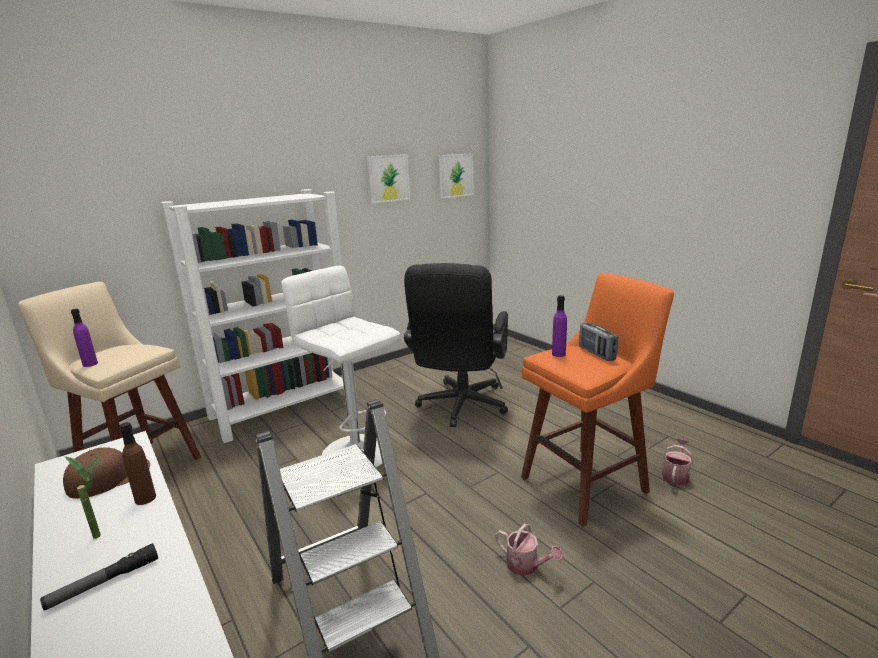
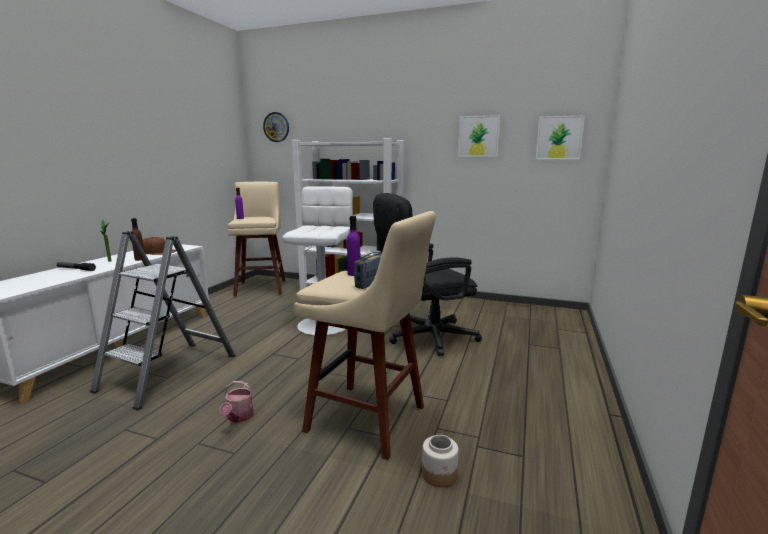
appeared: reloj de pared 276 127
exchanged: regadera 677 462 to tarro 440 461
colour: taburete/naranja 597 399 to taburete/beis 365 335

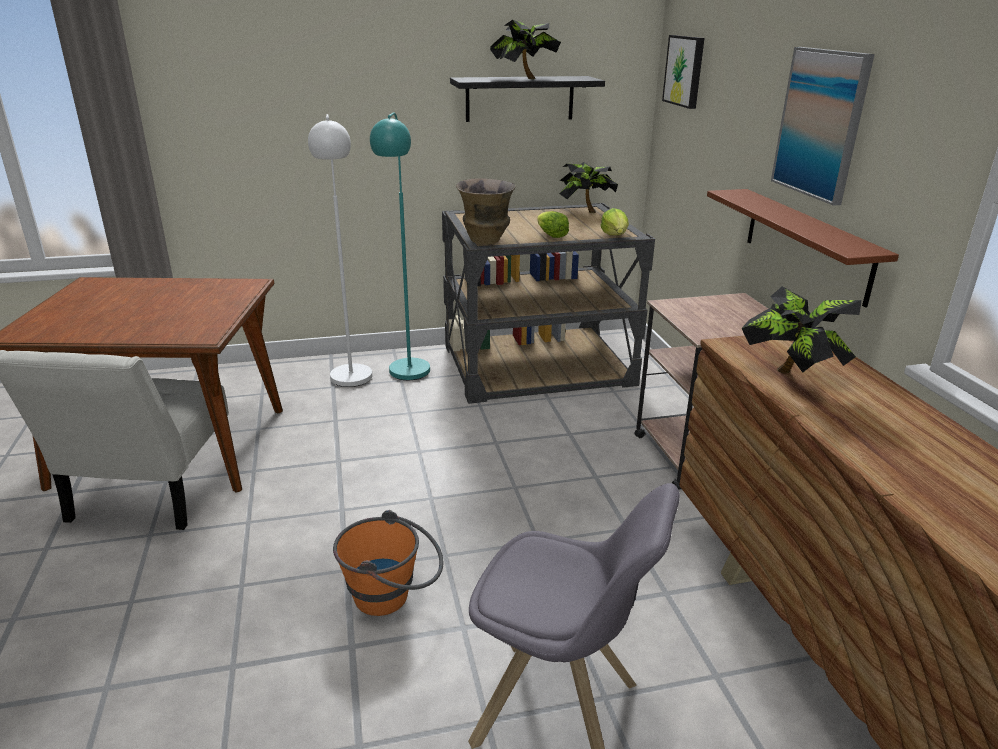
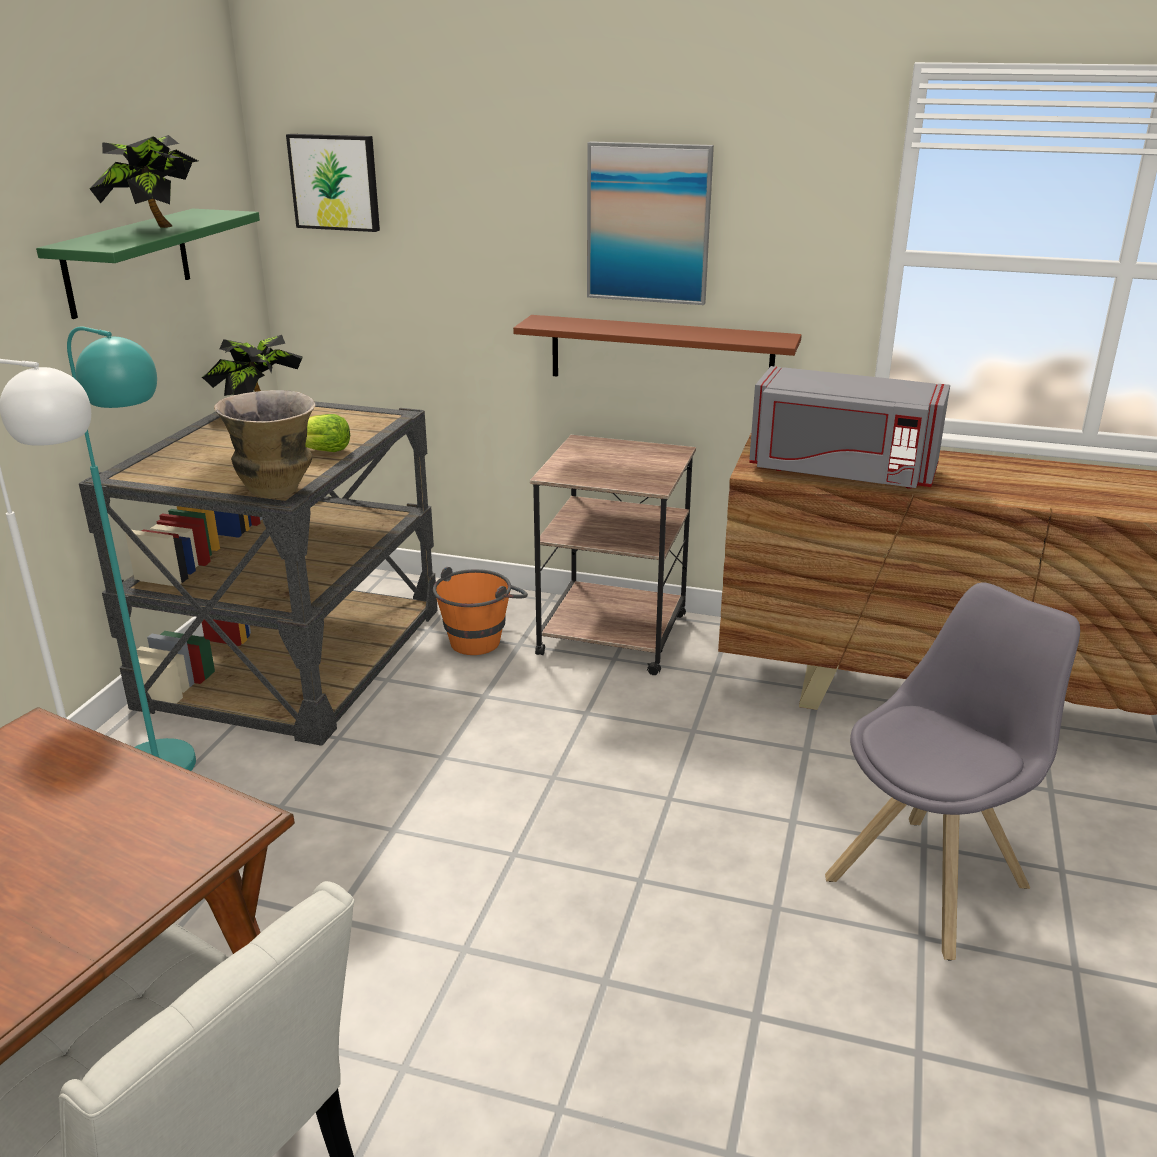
missing: lechuga 615 221
relocated: cubo/naranja 388 563 to 480 611
exchanged: planta en maceta 802 330 to microondas/gris 849 427
colour: estante/negro 527 99 to estante/verde 148 264

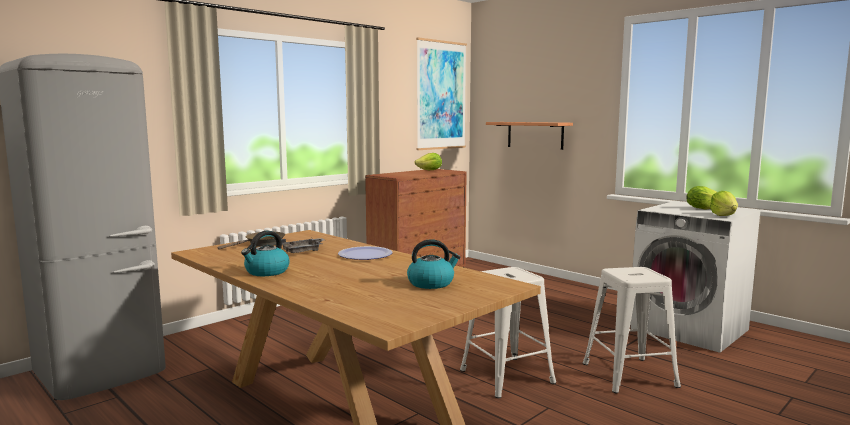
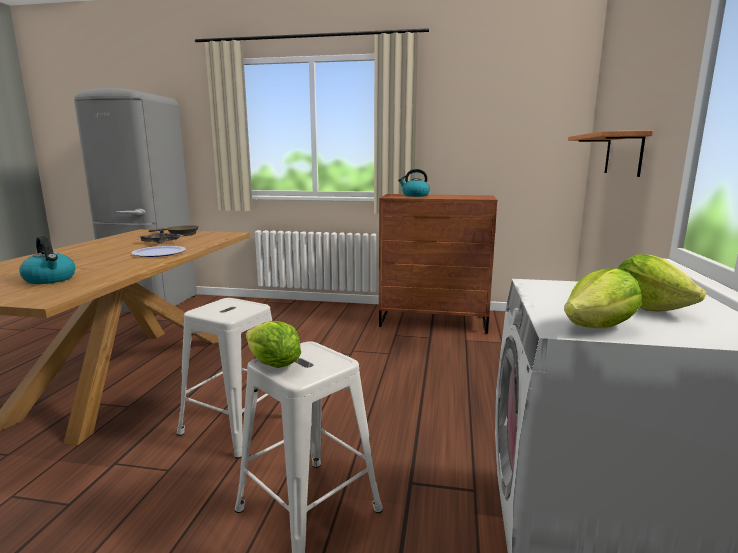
missing: cuadro 441 93
relocated: lechuga 428 161 to 273 344; hervidor 265 253 to 414 183

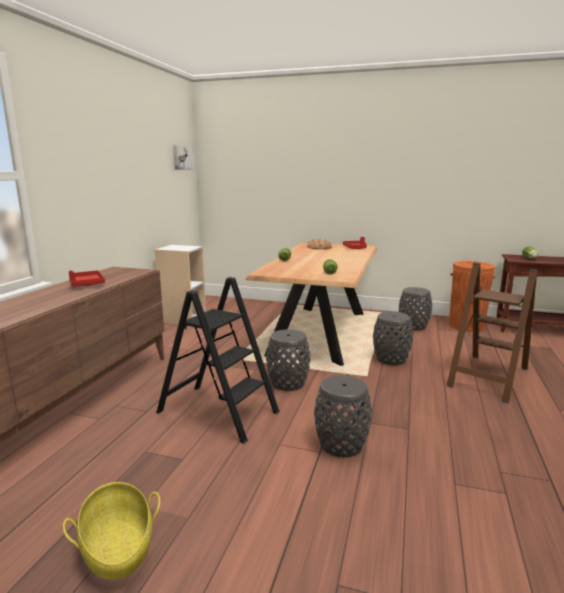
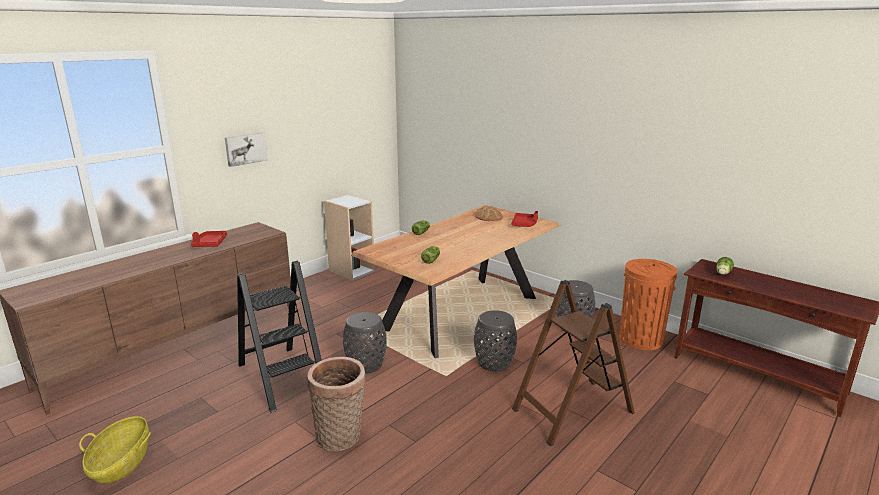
relocated: cuadro 183 157 to 246 149
exchanged: taburete/gris 343 416 to cesta 336 404

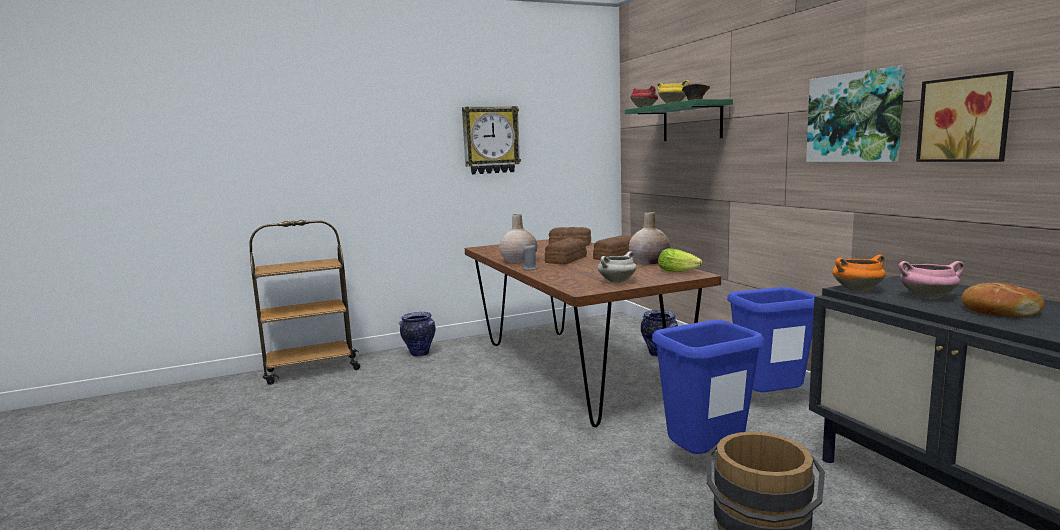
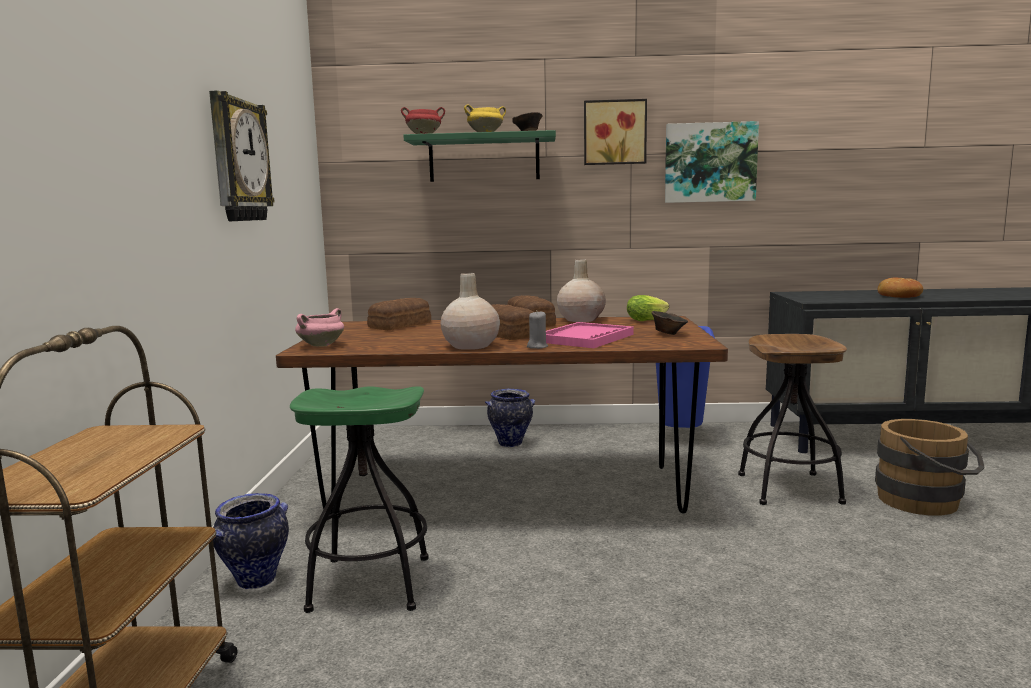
missing: olla/naranja 859 273
appeared: taburete/verde 359 499; bandeja/rosa 590 335
relocated: olla/rosa 931 280 to 319 327; cuadro 965 116 to 615 132
exchanged: olla/blanco 617 267 to cuenco/marrón 669 323; papelera/azul 708 387 to taburete/marrón 792 419

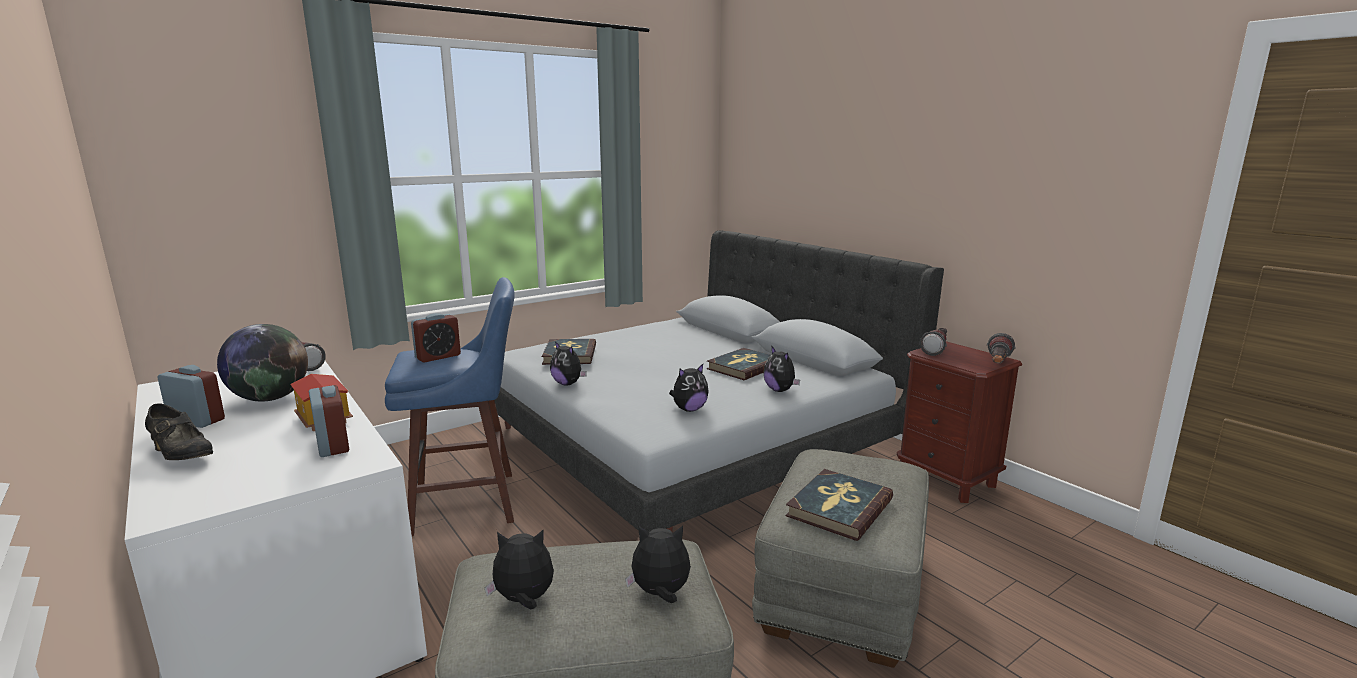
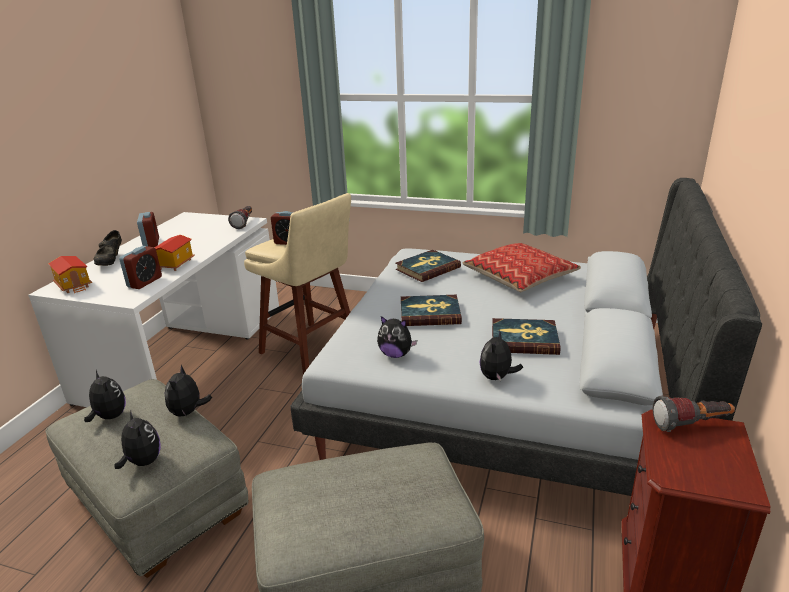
missing: globo terráqueo 262 363; linterna 1001 348
appeared: casita 70 274; cojín 522 267
relocated: peluche 568 363 to 188 391; libro 839 505 to 431 310
colour: taburete/azul 449 406 to taburete/beis 297 284

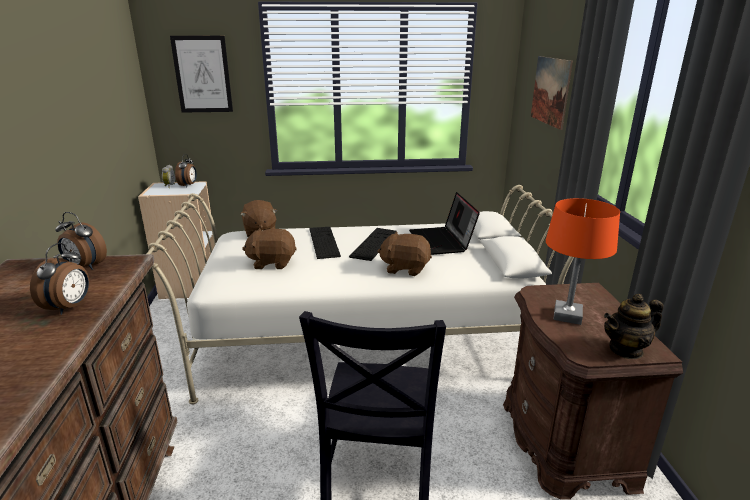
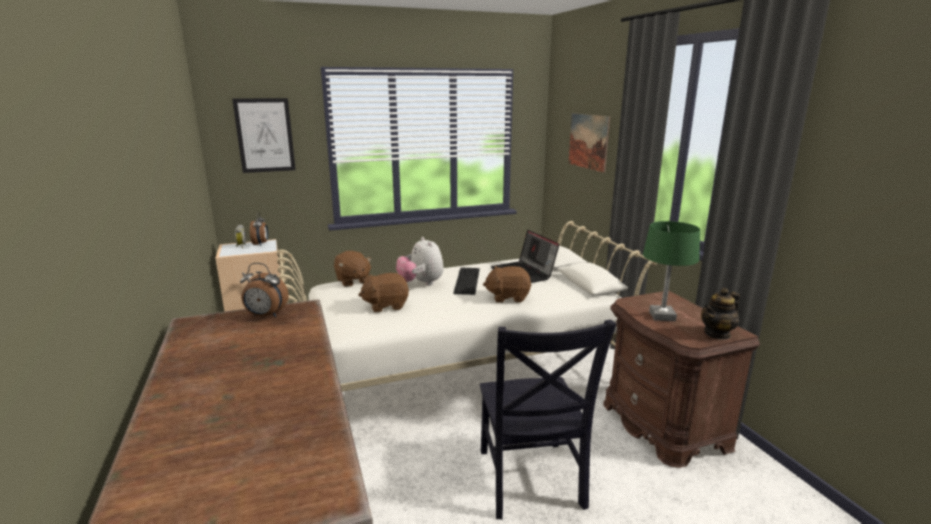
missing: despertador 59 279
exchanged: teclado 325 243 to peluche 420 261
colour: lámpara de mesa/naranja 583 261 to lámpara de mesa/verde 671 271

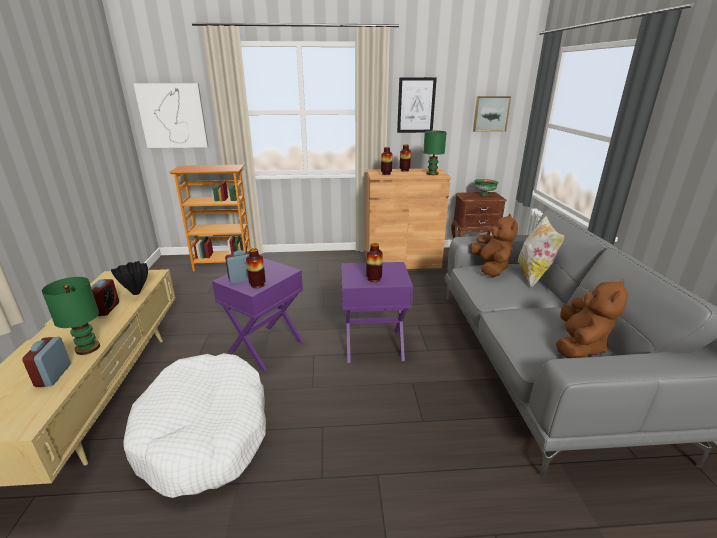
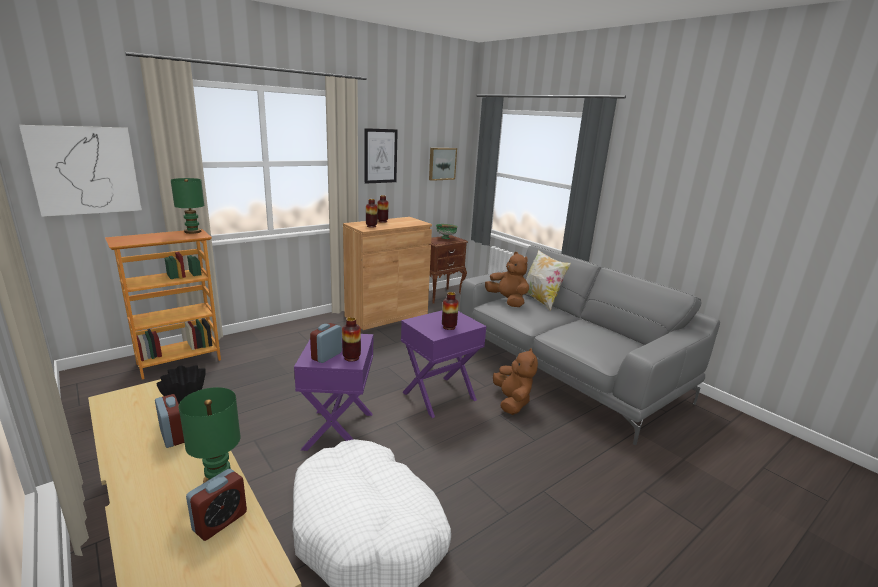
relocated: lámpara de mesa/verde 435 152 to 187 206; peluche/marrón 592 318 to 515 381
spun: despertador 46 362 = 216 505 105 degrees counterclockwise

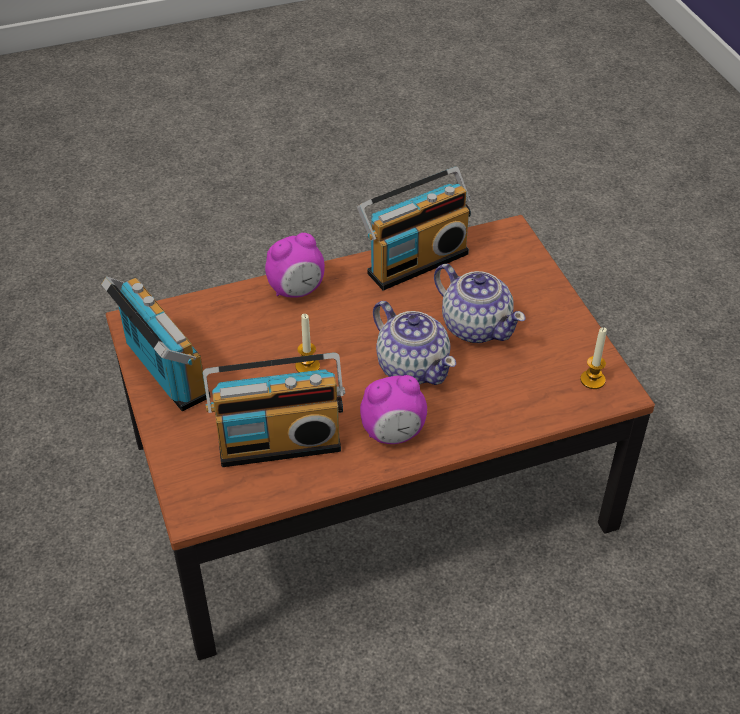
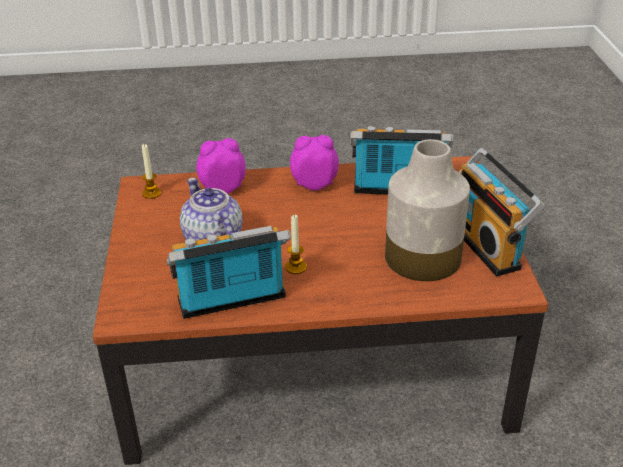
missing: tetera 414 343
appeared: florero/beis 427 210
relocated: despertador 295 265 to 221 166; vela 307 343 to 296 244

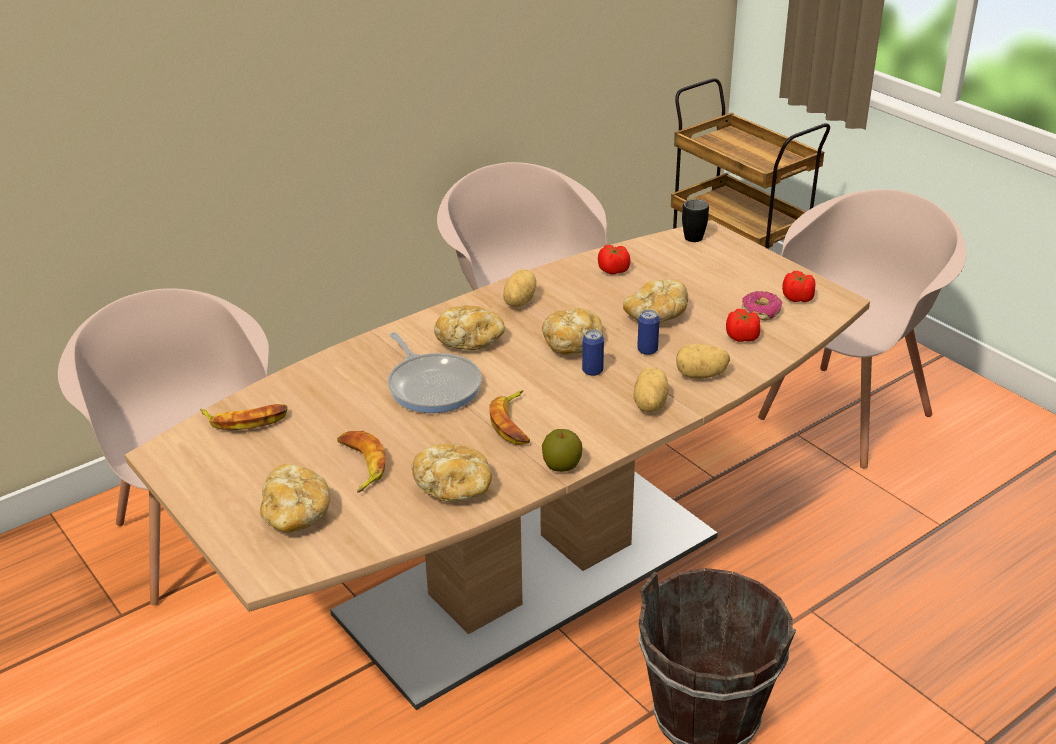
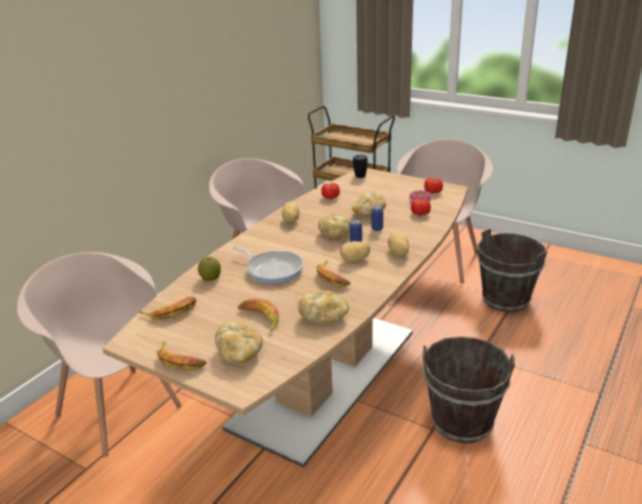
missing: pan 469 327
appeared: plátano 181 355; cubo/marrón 512 270
relocated: manzana 562 450 to 209 269; patata 703 361 to 355 252

